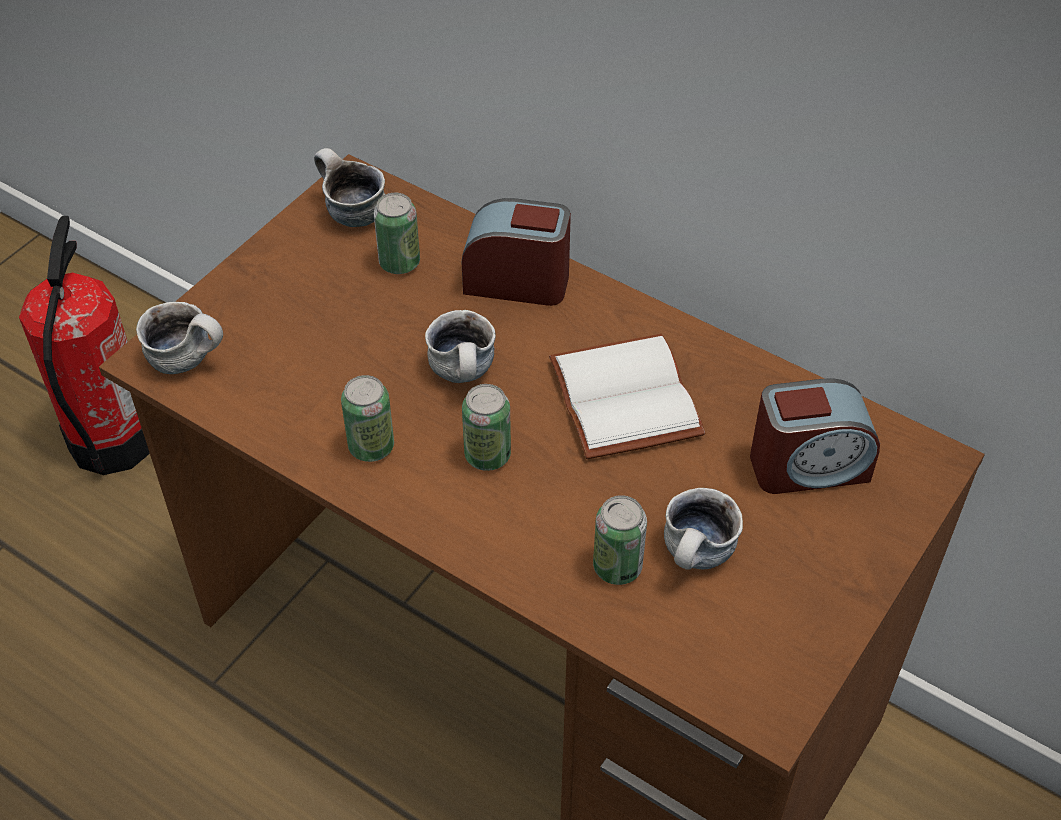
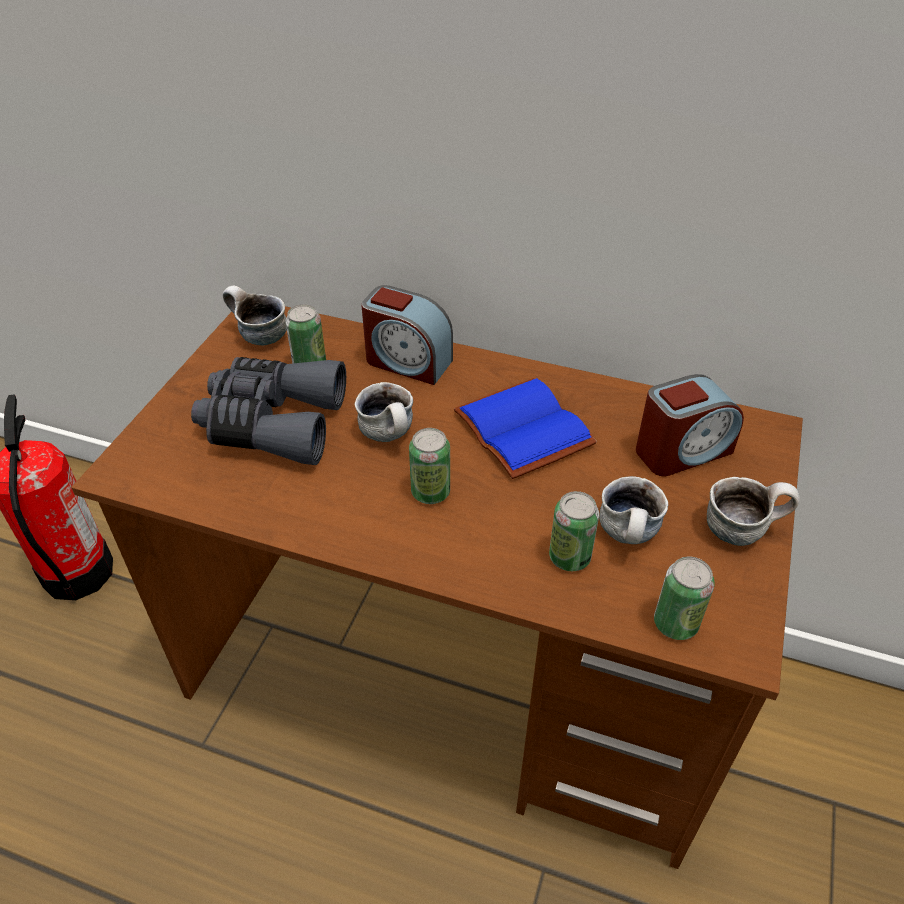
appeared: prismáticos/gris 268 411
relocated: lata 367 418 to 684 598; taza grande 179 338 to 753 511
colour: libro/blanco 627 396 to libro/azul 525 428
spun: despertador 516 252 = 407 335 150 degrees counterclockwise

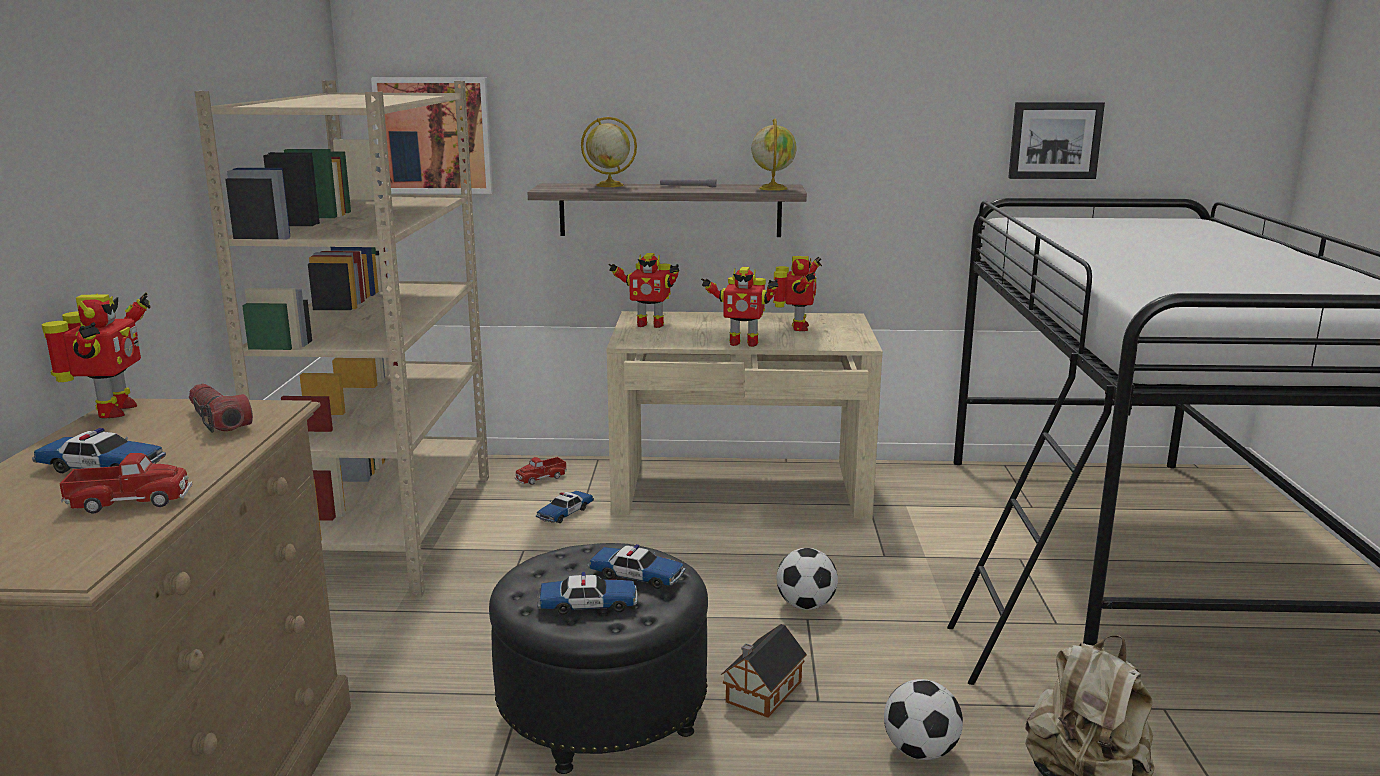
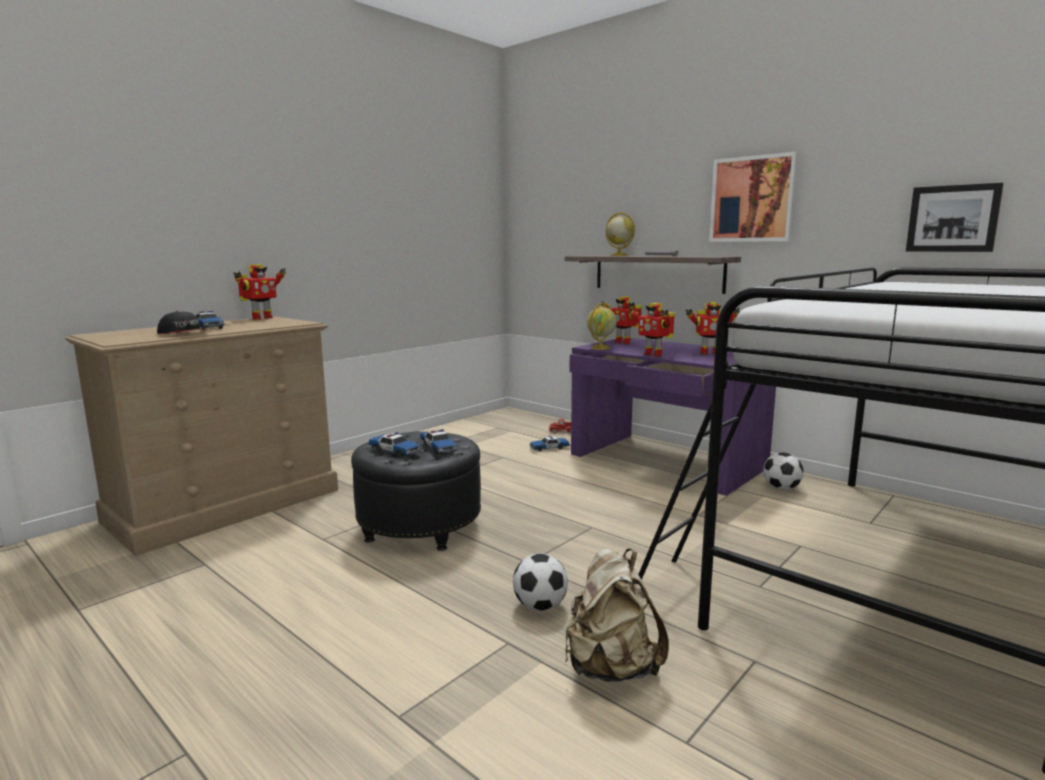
missing: linterna 221 408; estantería/beis 341 339; casita 764 671
relocated: globo terráqueo 774 155 to 602 326; cuadro 432 135 to 753 197; balón de fútbol 807 579 to 783 471
exchanged: camión de juguete 125 483 to gorra 183 322
colour: escritorio/beis 744 415 to escritorio/morado 672 416
spun: robot de juguete 797 293 = 713 328 45 degrees clockwise

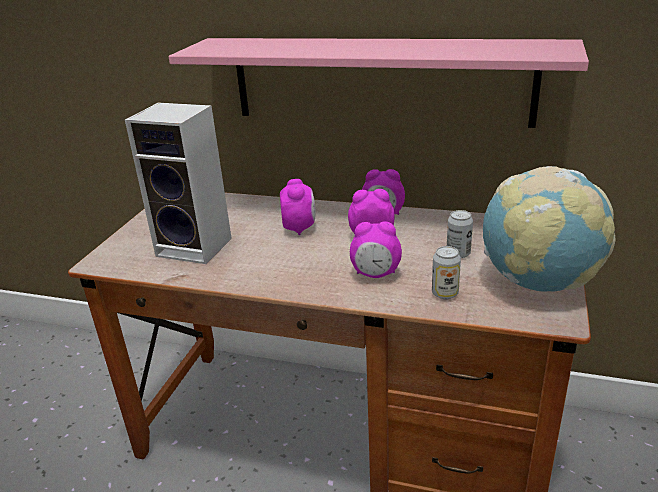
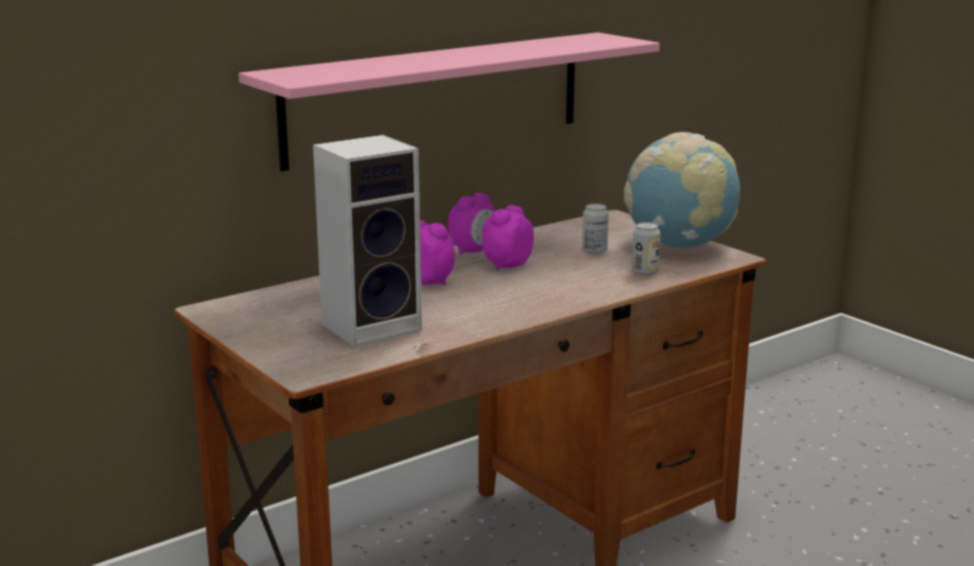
missing: despertador 376 249

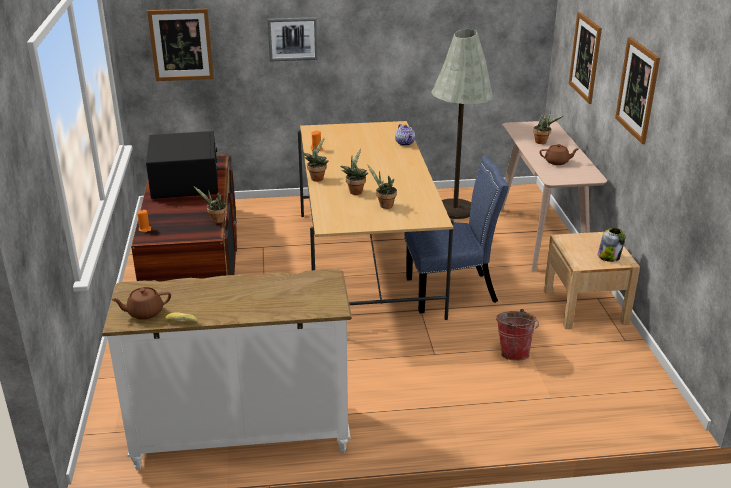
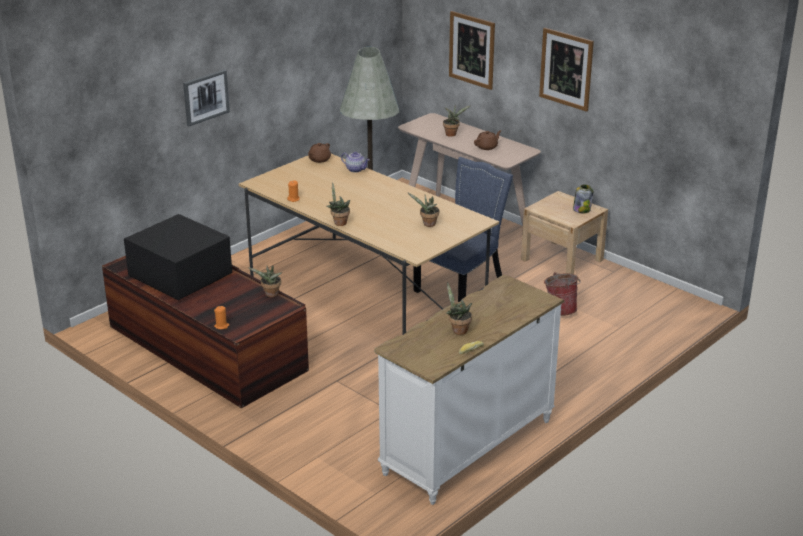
missing: cuadro 180 45
relocated: tetera/marrón 141 303 to 319 153; planta en maceta 354 172 to 458 308

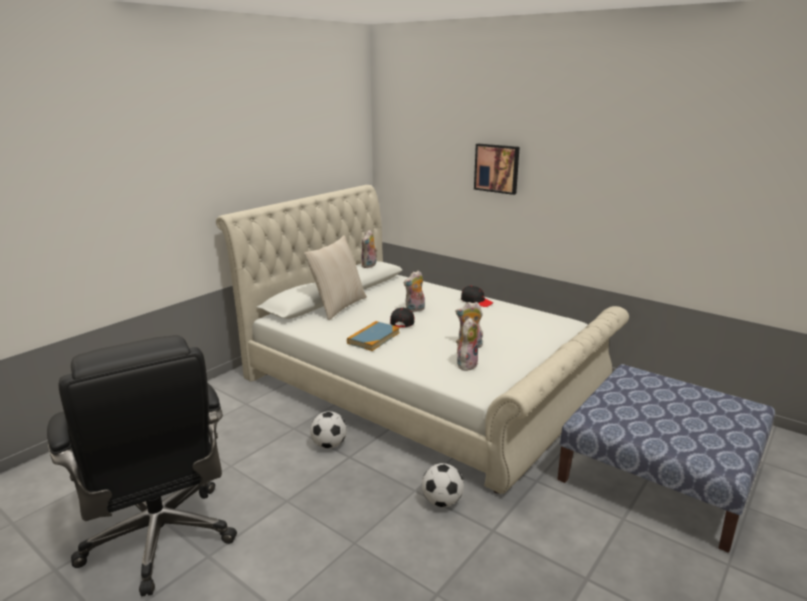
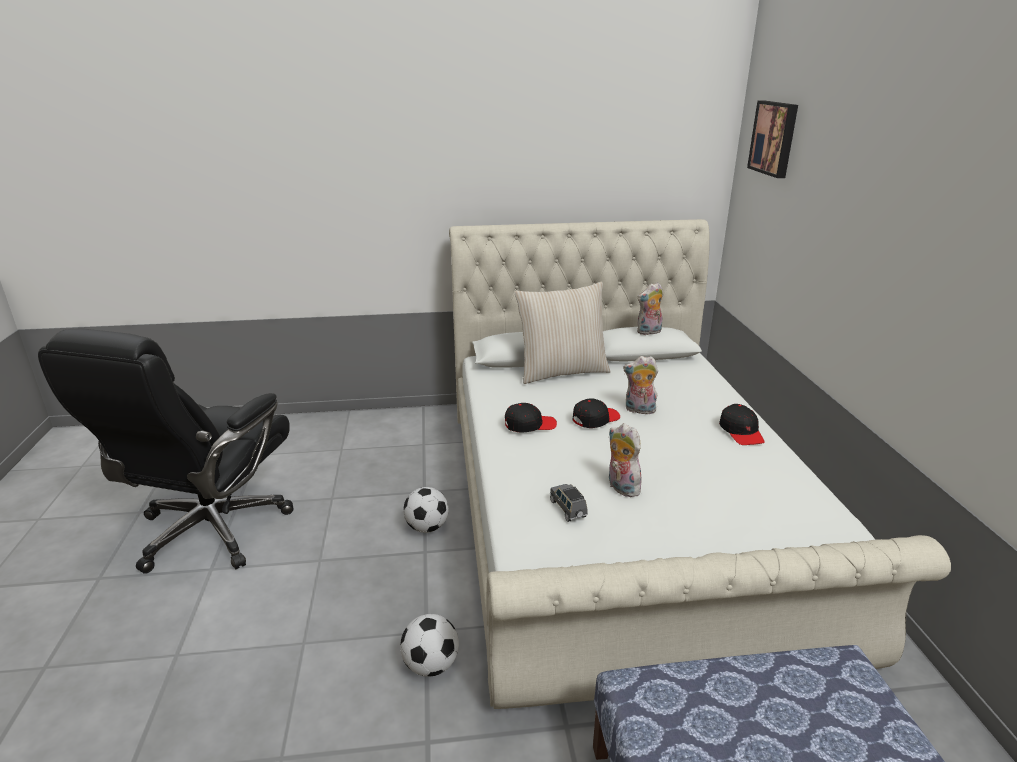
relocated: cuadro 497 169 to 772 139
exchanged: libro 373 336 to gorra/negro 531 418; peluche 467 344 to coche de juguete/gris 569 503

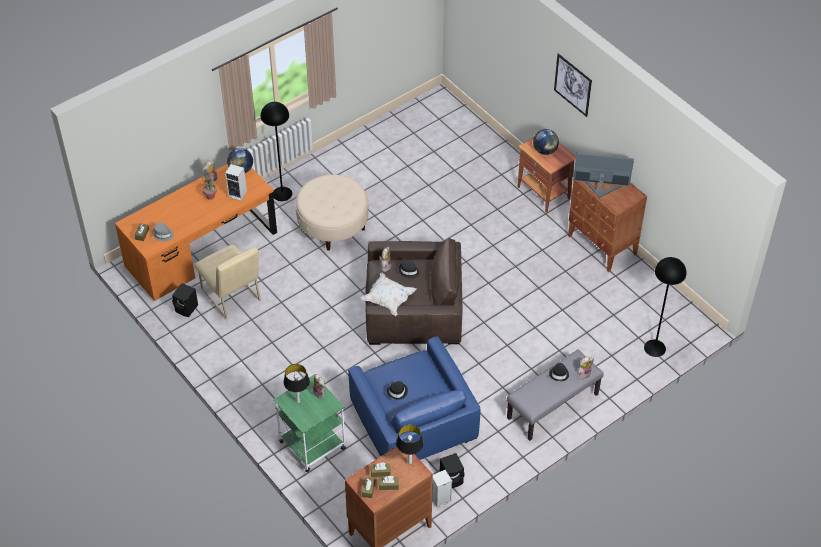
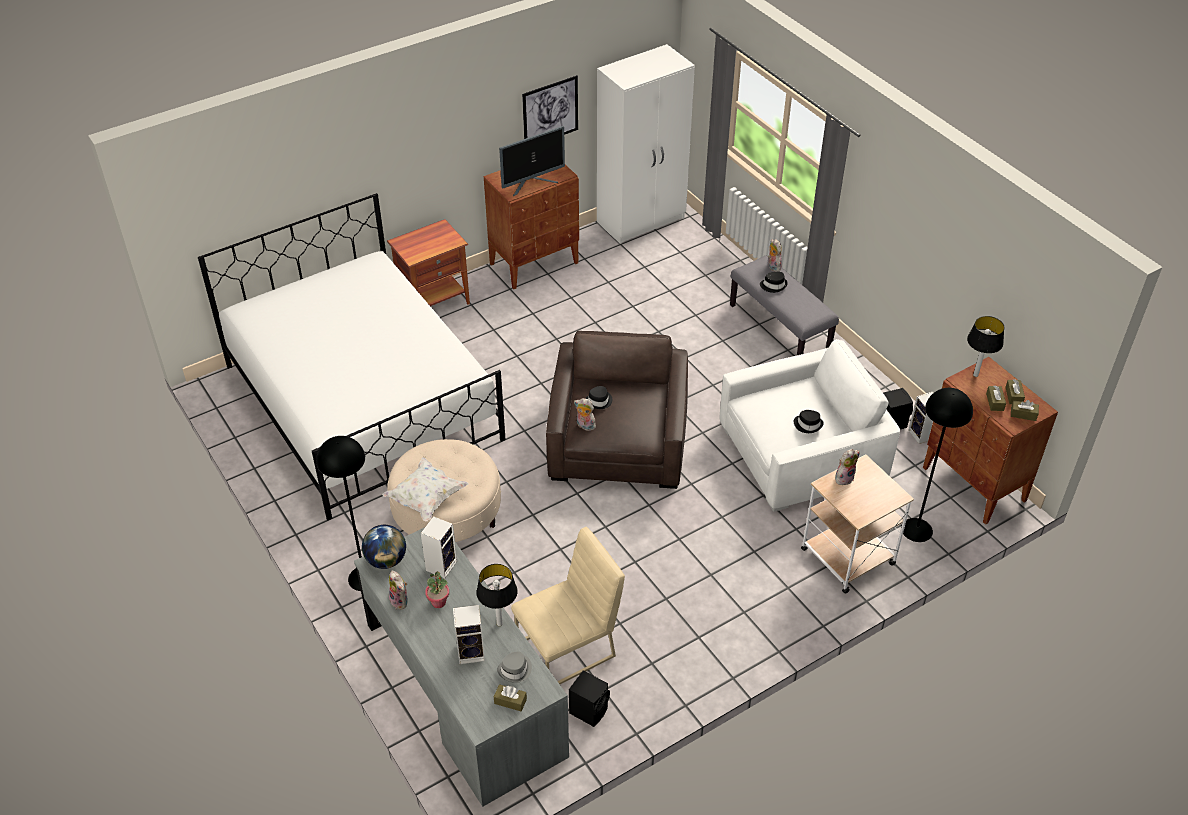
missing: globo terráqueo 546 142
appeared: cama/blanco 352 357; altavoz 469 634; armario ropero/blanco 646 144
relocated: cojín/blanco 389 294 to 425 489; lámpara de mesa 297 383 to 497 595; cuadro 573 85 to 550 107; lámpara de pie/negro 665 307 to 937 465
colour: escritorio/naranja 196 232 to escritorio/gris 461 667; sillón/azul 414 398 to sillón/blanco 810 425; carrito/verde 309 423 to carrito/beis 857 524
spun: monitor 603 175 = 532 161 135 degrees counterclockwise

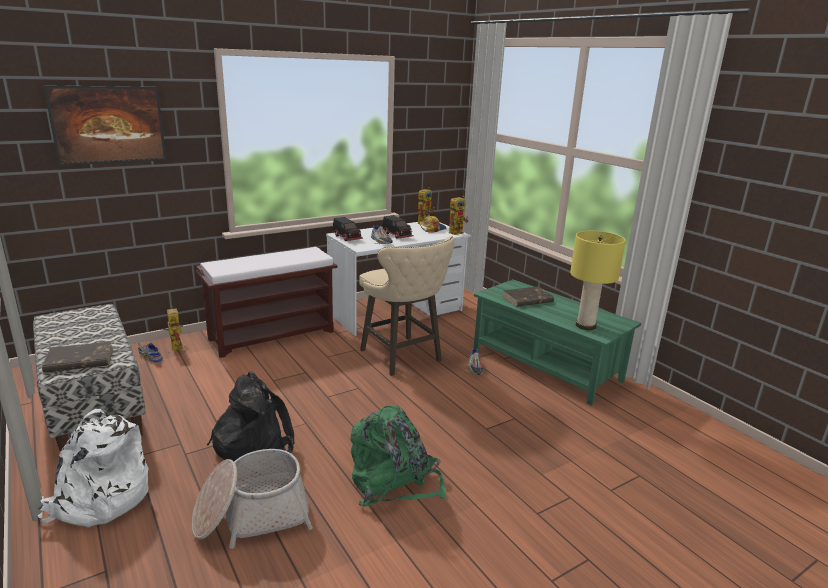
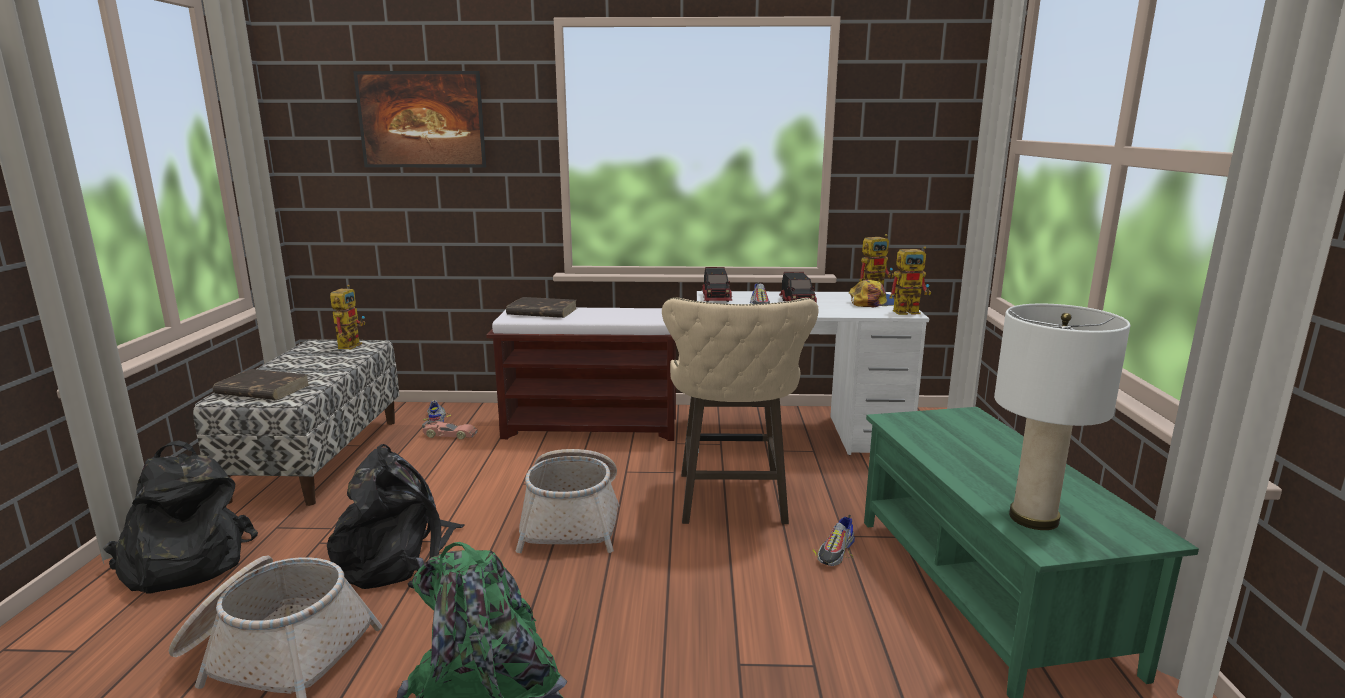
appeared: coche de juguete 450 430; cesta 567 501
relocated: robot de juguete 173 328 to 347 317; libro/marrón 528 296 to 541 307
colour: mochila/blanco 93 468 to mochila/negro 180 517; lámpara de mesa/amarillo 598 280 to lámpara de mesa/blanco 1062 417

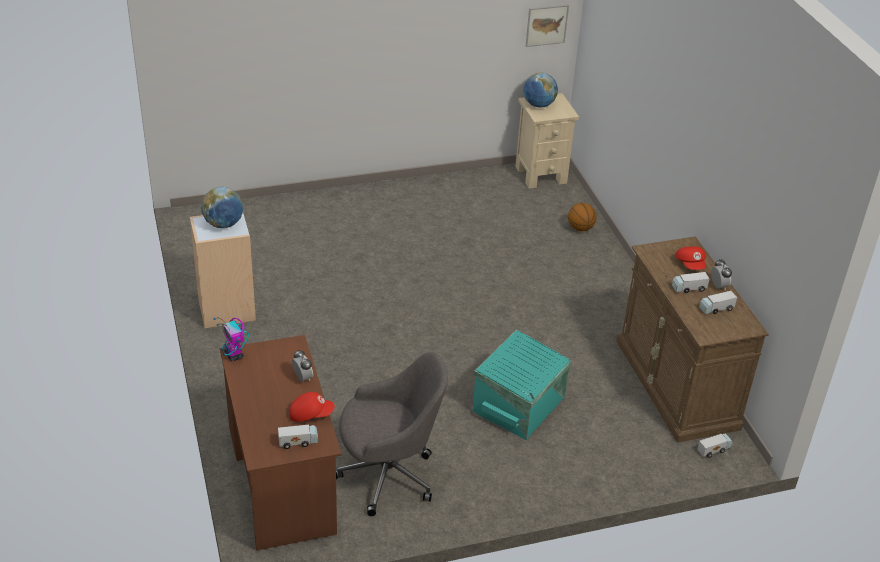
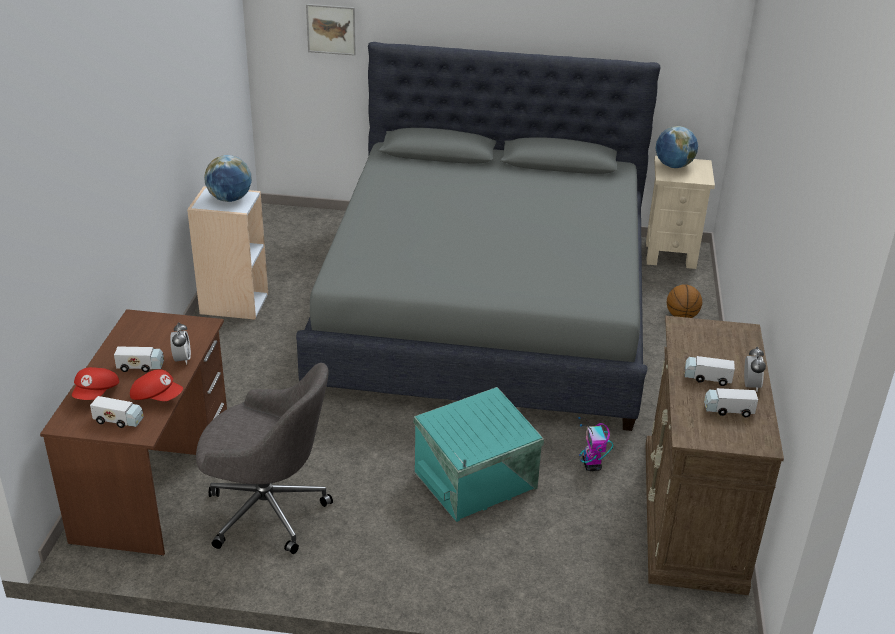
appeared: cama/gris 478 236
relocated: gorra/rojo 690 258 to 95 383; camión de juguete 715 445 to 139 359; cuadro 547 26 to 331 30; robot de juguete 231 339 to 595 444

